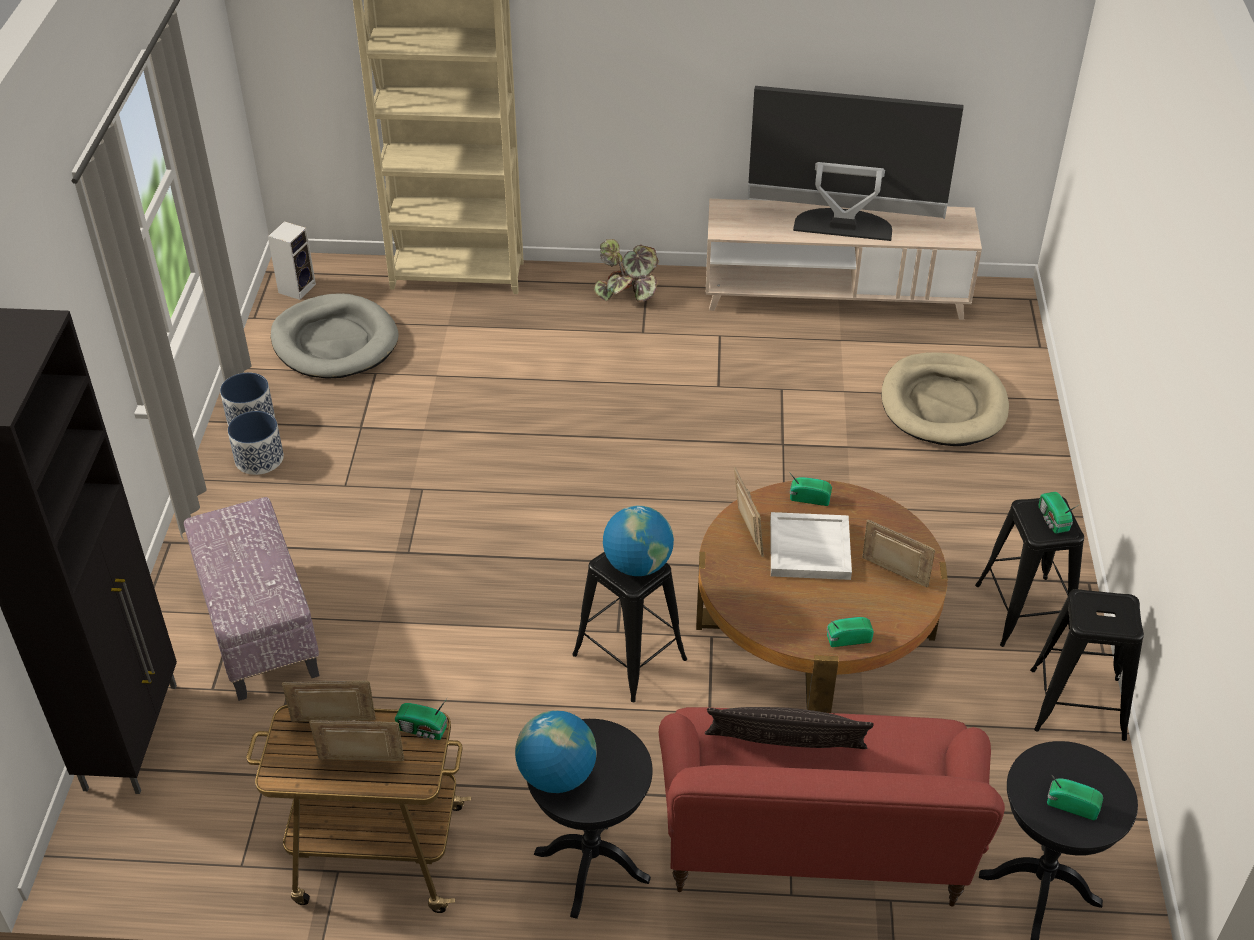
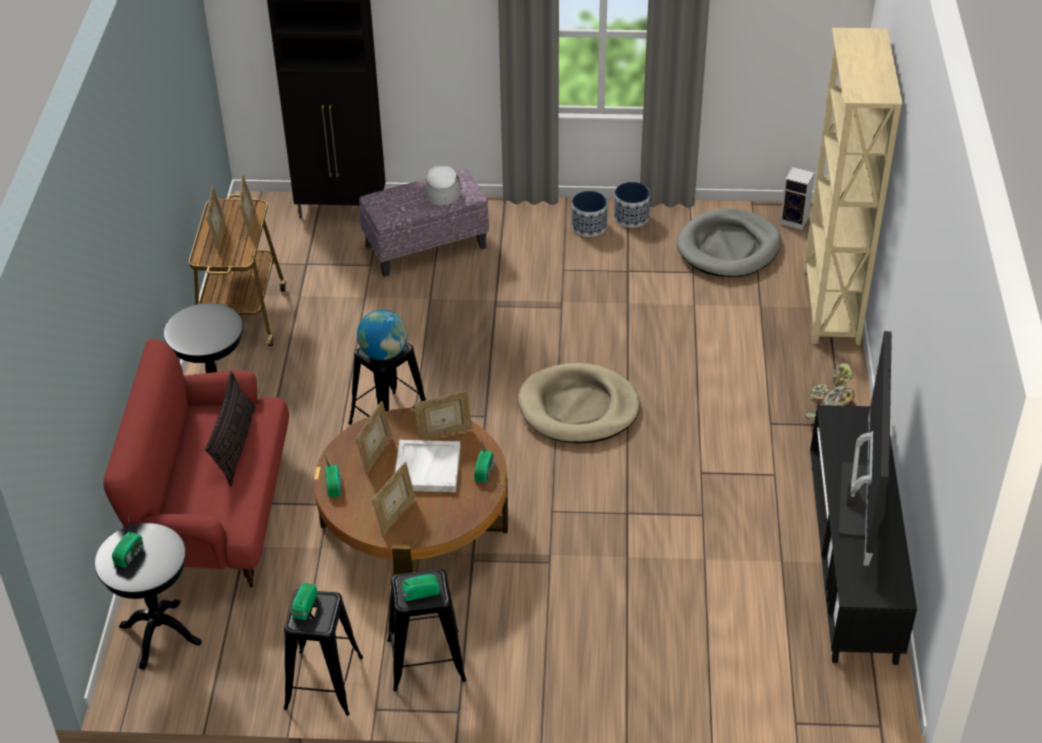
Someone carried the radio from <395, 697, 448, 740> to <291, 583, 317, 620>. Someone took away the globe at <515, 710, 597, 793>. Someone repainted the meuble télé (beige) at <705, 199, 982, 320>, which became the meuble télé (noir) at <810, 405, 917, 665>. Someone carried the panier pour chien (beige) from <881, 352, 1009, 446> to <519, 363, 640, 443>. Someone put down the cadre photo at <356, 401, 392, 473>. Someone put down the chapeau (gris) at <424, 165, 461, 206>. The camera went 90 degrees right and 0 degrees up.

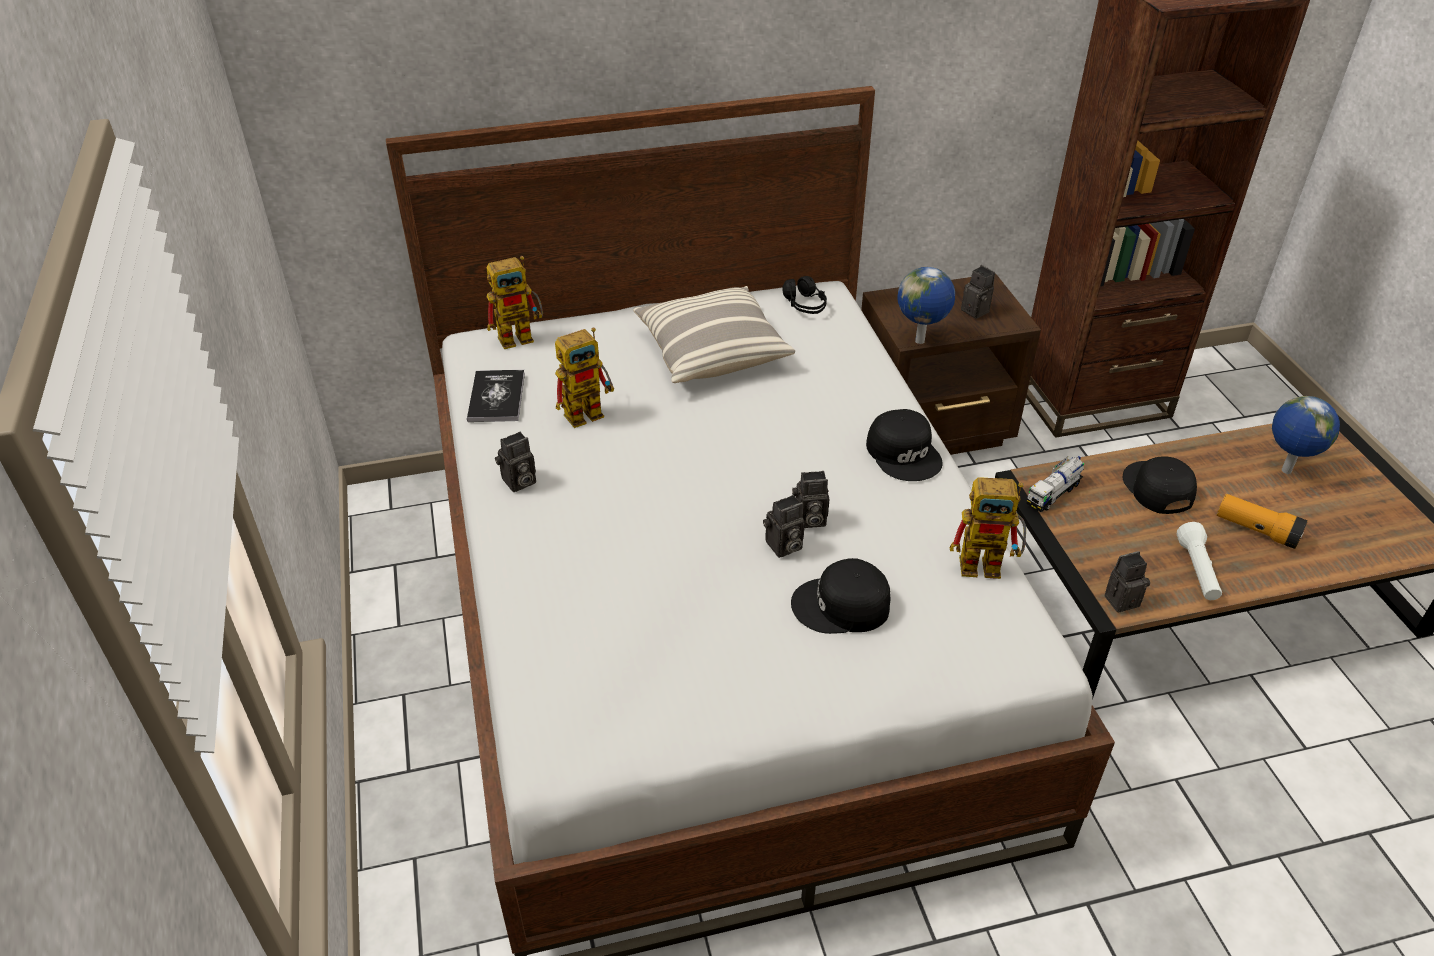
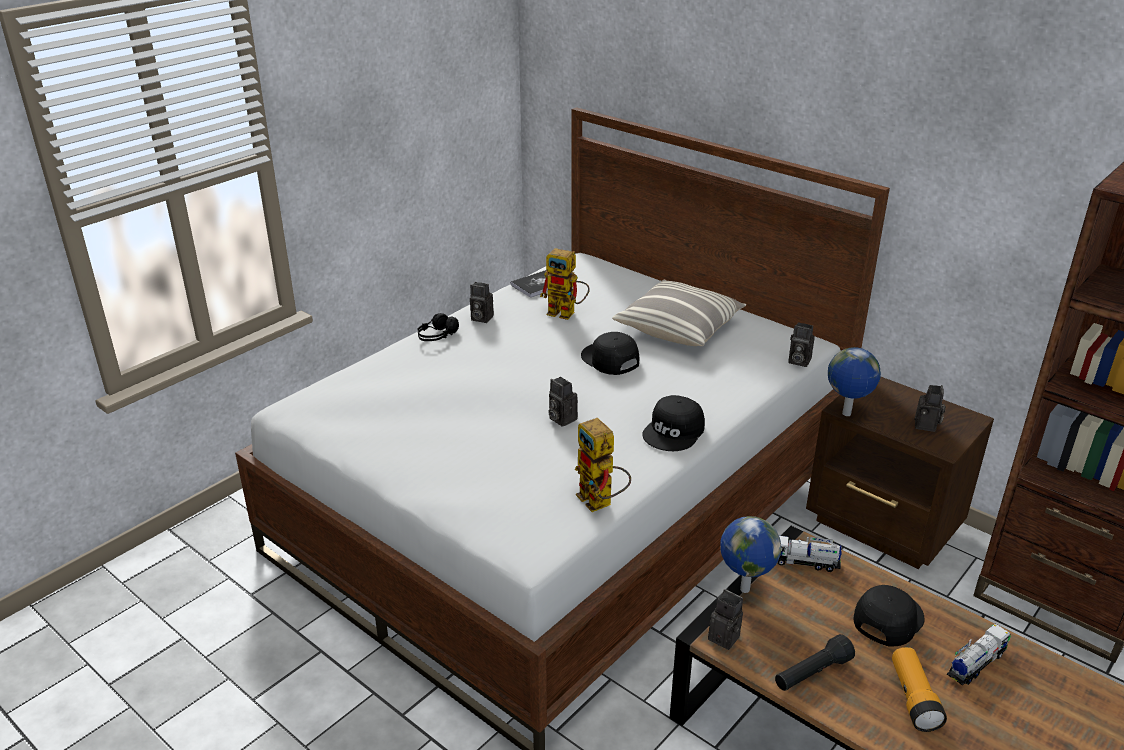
Someone took away the robot jouet at <487, 256, 543, 349>. Someone carried the appareil photo from <763, 495, 805, 558> to <788, 322, 815, 367>. Someone carried the casque audio (noir) from <783, 276, 827, 314> to <418, 313, 459, 341>. Someone carried the casquette (noir) from <791, 558, 890, 634> to <581, 332, 640, 375>. Someone repainted the lampe de poche (blanc) at <1177, 522, 1222, 600>, which became the lampe de poche (noir) at <775, 634, 855, 691>. Someone carried the globe from <1272, 396, 1340, 474> to <721, 516, 781, 593>. Someone put down the camion jouet at <947, 624, 1011, 685>. The camera went 55 degrees right and 10 degrees down.

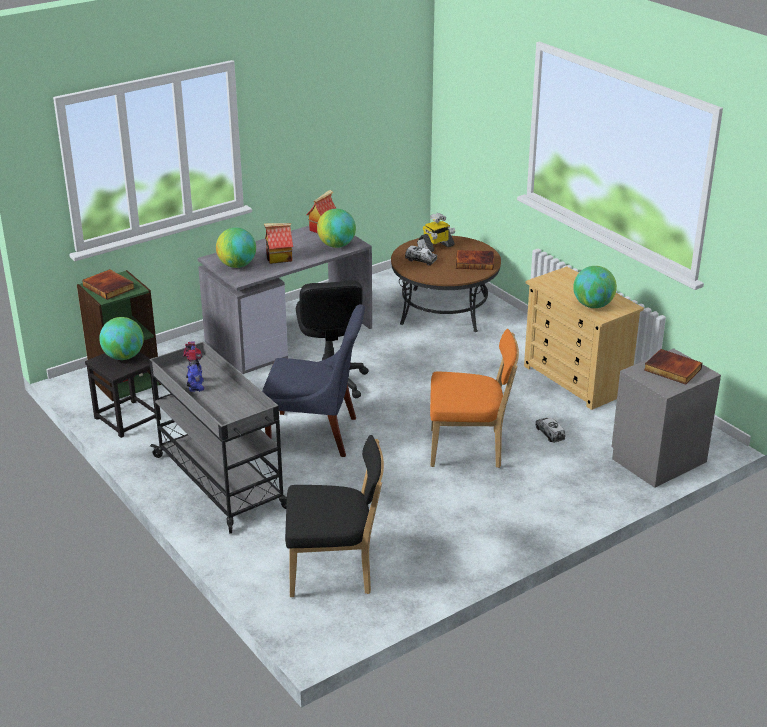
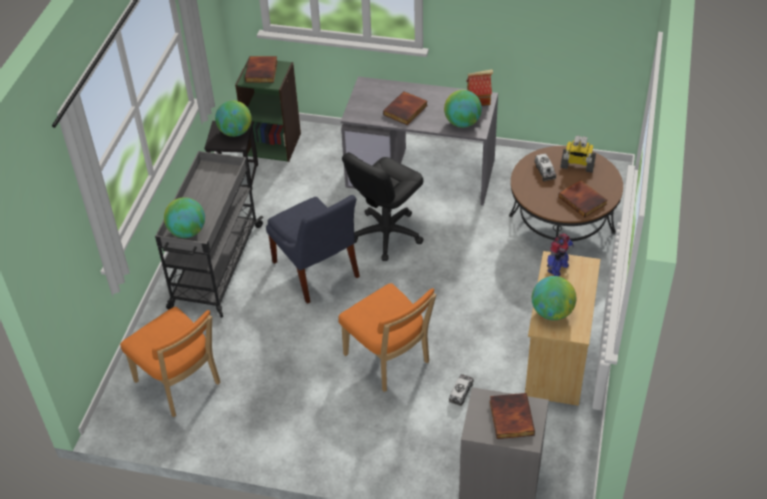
Someone carried the robot jouet from <183, 342, 204, 392> to <547, 233, 574, 276>. Someone carried the globe from <216, 227, 256, 268> to <164, 197, 205, 238>. Someone swapped the maison miniature at <264, 223, 293, 264> for the livre at <383, 91, 428, 125>. Someone repainted the chaise (noir) at <285, 435, 384, 597>, which became the chaise (orange) at <120, 307, 220, 417>. The camera went 50 degrees right and 15 degrees up.

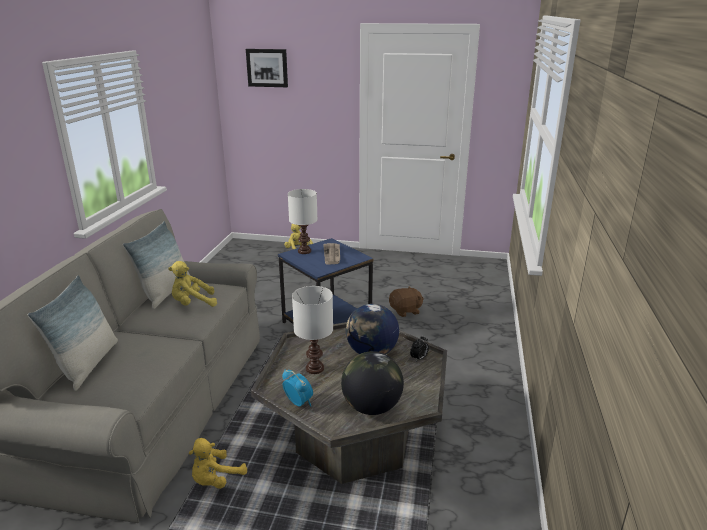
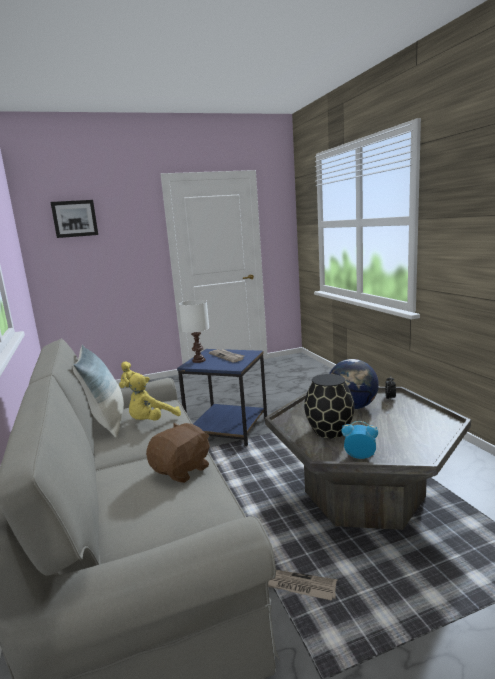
Someone took away the coussin at <28, 275, 118, 391>. Someone swapped the peluche (jaune) at <188, 438, 247, 489> for the journal at <268, 570, 338, 601>. Someone swapped the lampe de table (blanc) at <292, 286, 333, 374> for the vase (noir) at <304, 374, 355, 438>. Someone took away the globe at <341, 351, 404, 415>. Someone carried the peluche (marron) from <389, 286, 424, 317> to <146, 423, 210, 483>. The camera went 30 degrees left and 10 degrees down.

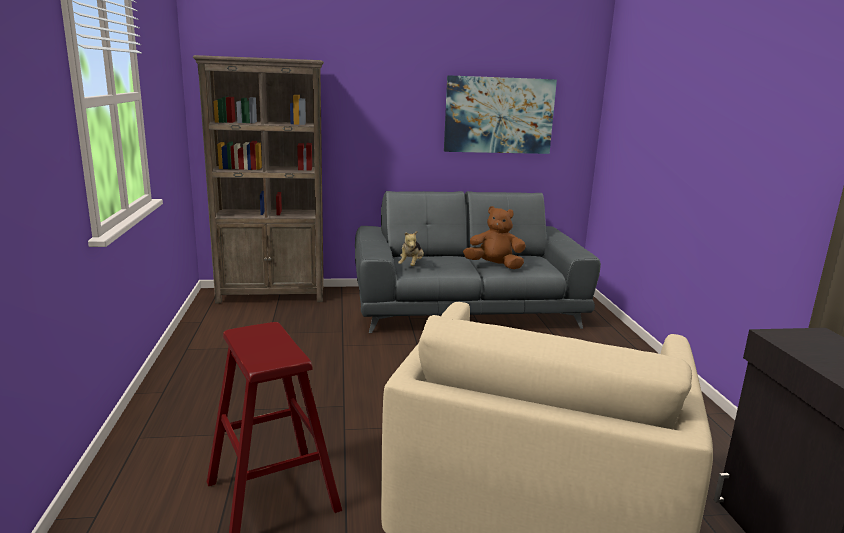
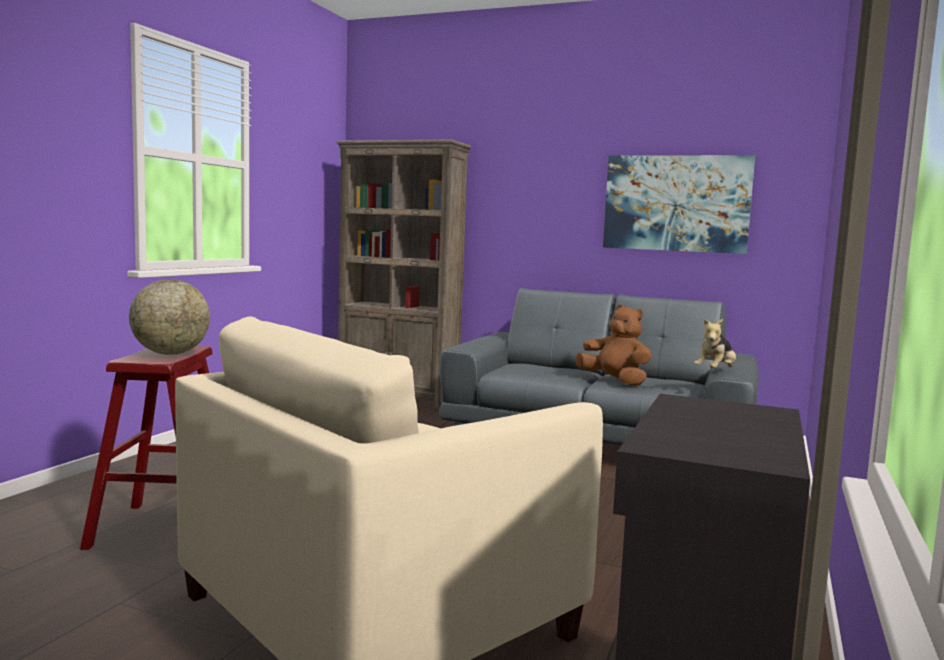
Someone carried the peluche from <398, 231, 424, 266> to <694, 319, 736, 368>. Someone put down the globe at <129, 279, 210, 355>. The camera went 30 degrees right and 10 degrees down.

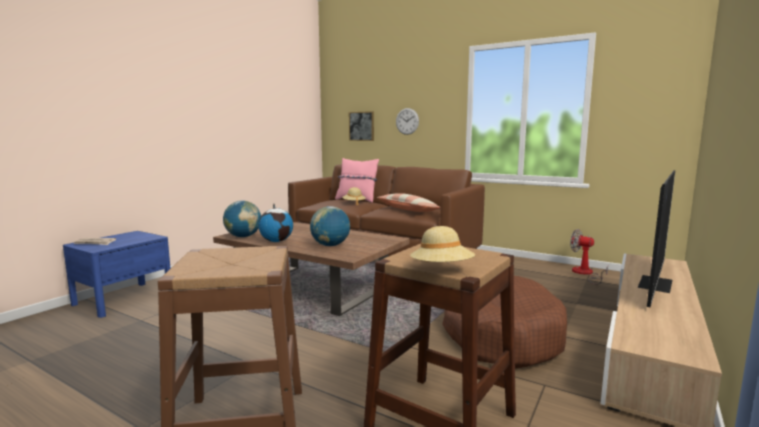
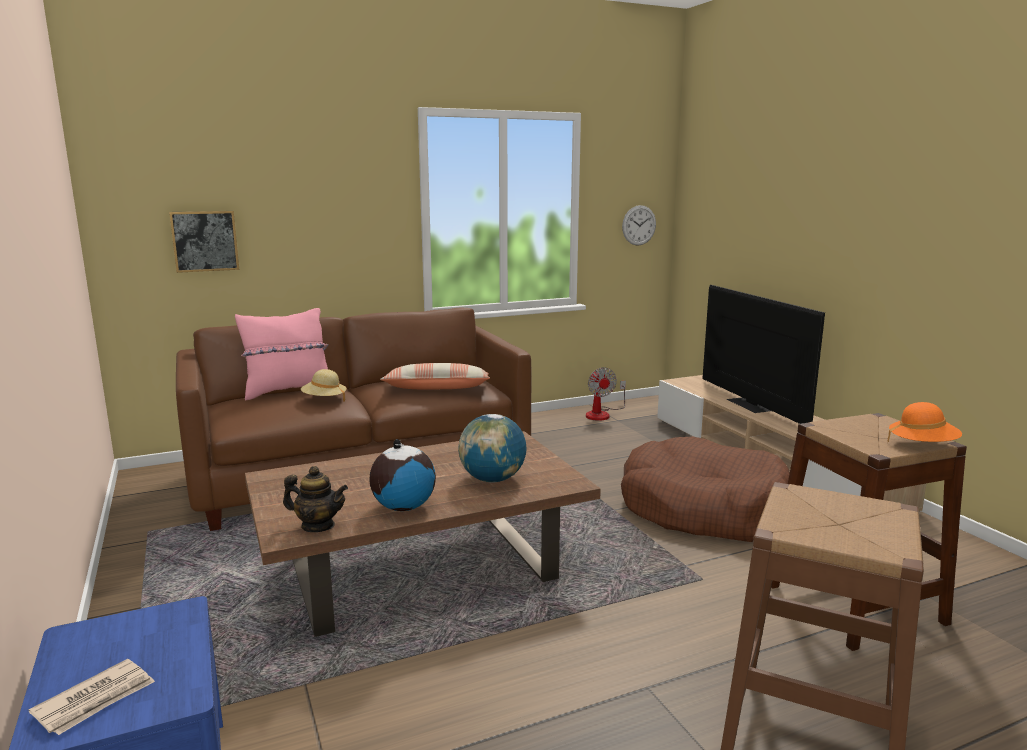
Someone swapped the globe at <223, 200, 261, 237> for the théière at <283, 466, 348, 532>. Someone carried the horloge murale from <396, 108, 419, 135> to <622, 205, 656, 246>. Someone repainted the chapeau (beige) at <410, 226, 475, 262>, which became the chapeau (orange) at <888, 402, 962, 442>. Someone rotated the ventilateur at <570, 229, 608, 285> by 90 degrees counterclockwise. The camera went 55 degrees left and 5 degrees up.

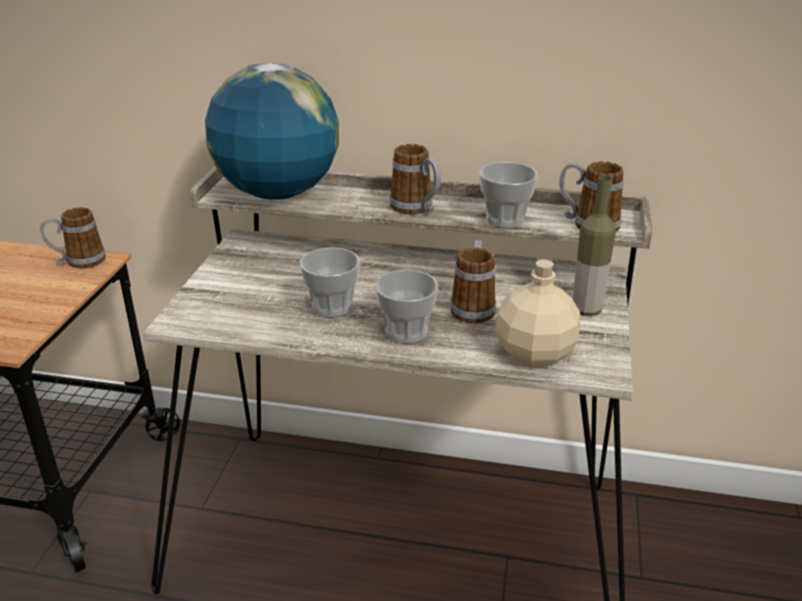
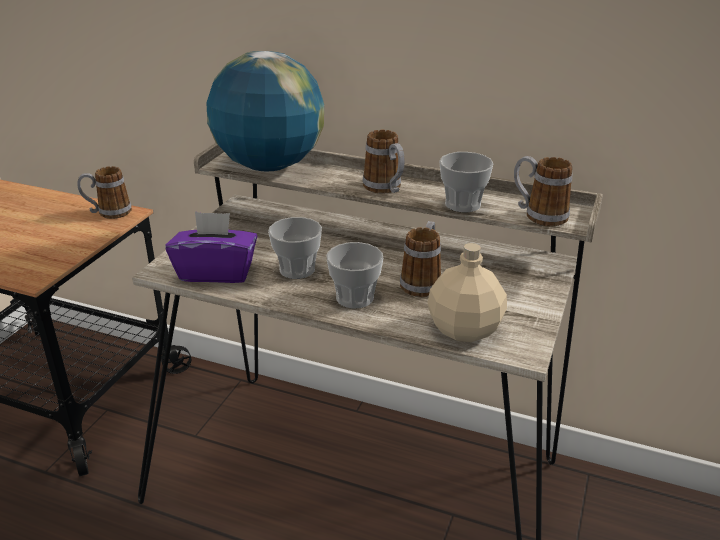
Someone took away the bouteille at <573, 175, 616, 316>. Someone put down the boîte à mouchoirs (violet) at <165, 212, 257, 283>. The camera went 10 degrees right and 0 degrees up.

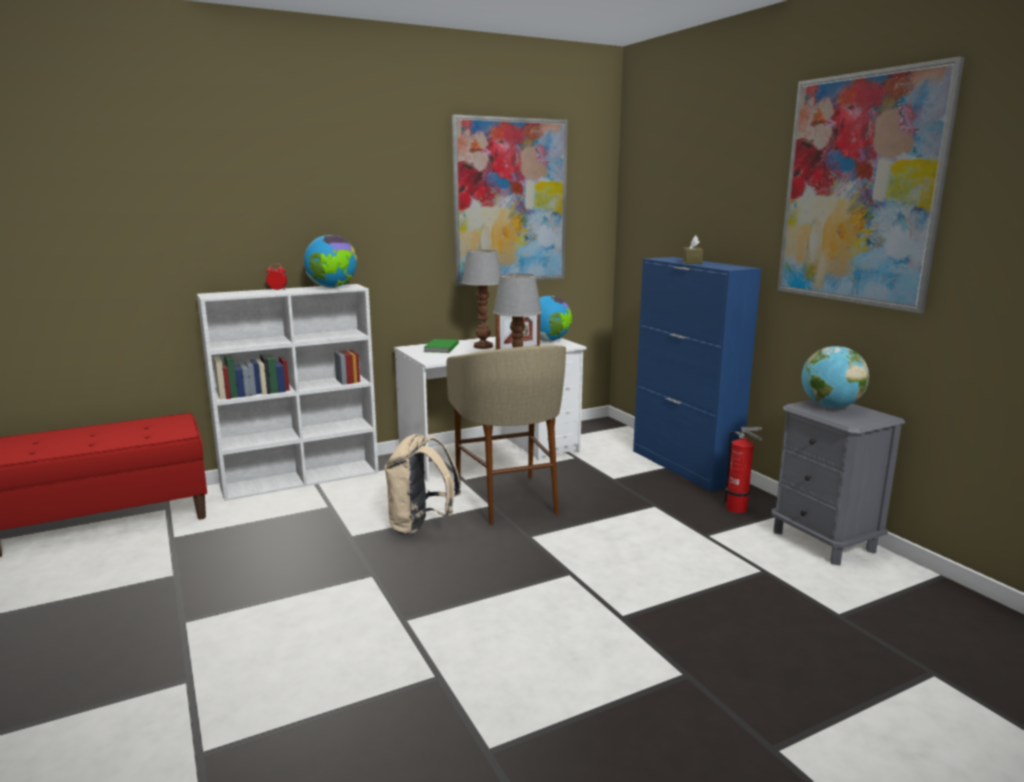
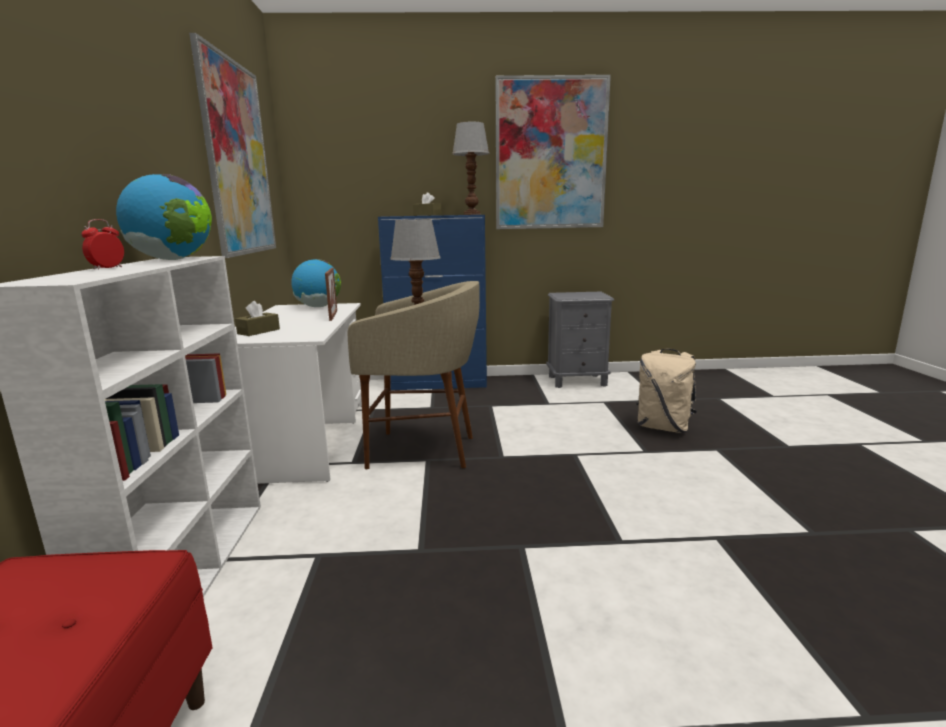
Someone carried the sac à dos (beige) from <384, 434, 461, 536> to <637, 348, 697, 433>. Someone swapped the livre (vert) at <423, 339, 459, 353> for the boîte à mouchoirs (marron) at <235, 301, 280, 336>. Someone carried the lampe de table from <462, 250, 502, 349> to <452, 122, 490, 215>. Someone took away the extincteur at <724, 427, 762, 513>. Someone took away the globe at <801, 346, 869, 408>. The camera went 65 degrees left and 0 degrees up.

